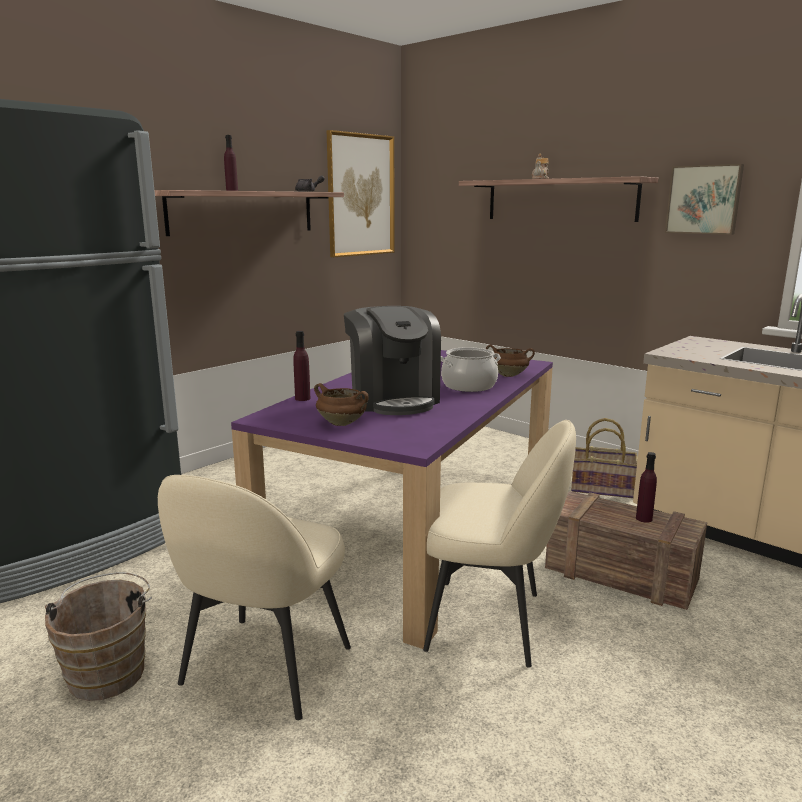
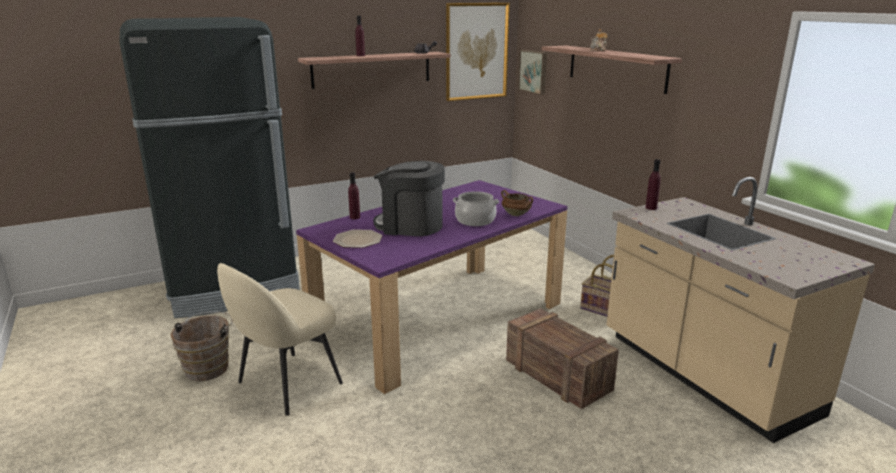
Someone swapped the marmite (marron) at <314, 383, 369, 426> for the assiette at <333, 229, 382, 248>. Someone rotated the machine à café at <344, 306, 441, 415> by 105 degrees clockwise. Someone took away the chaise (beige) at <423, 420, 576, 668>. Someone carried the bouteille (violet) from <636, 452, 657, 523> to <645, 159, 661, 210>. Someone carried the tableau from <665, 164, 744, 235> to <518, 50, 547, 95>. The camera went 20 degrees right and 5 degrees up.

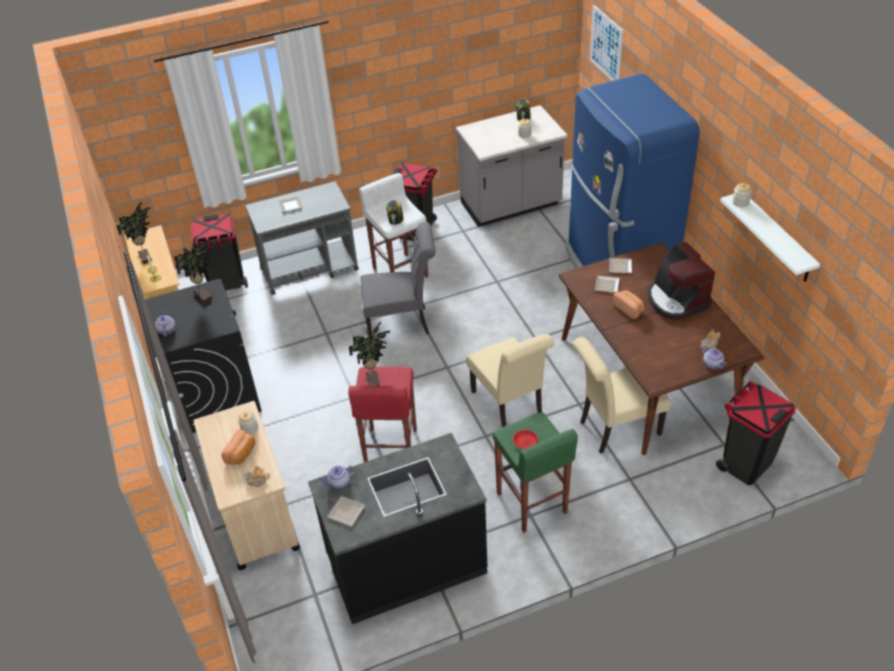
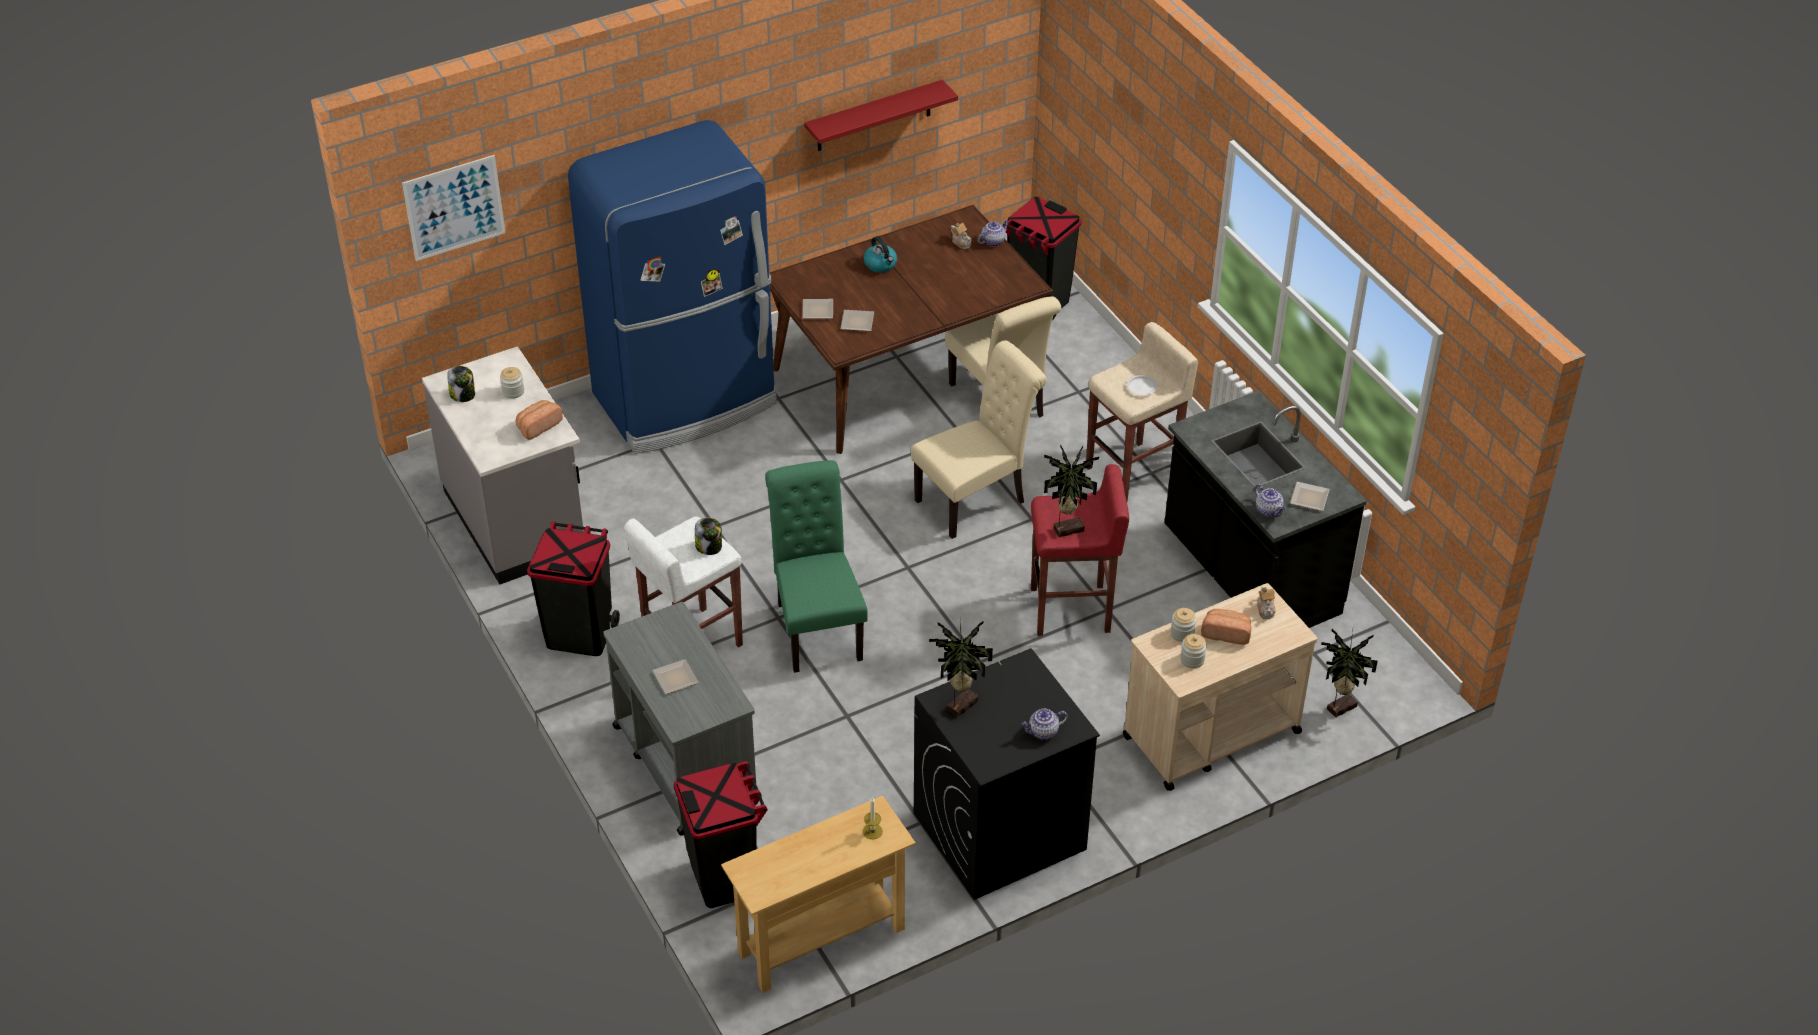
Someone carried the plante en pot from <117, 202, 152, 264> to <1321, 629, 1378, 718>. Someone repainted the chaise (gris) at <360, 222, 435, 336>, which became the chaise (vert) at <765, 460, 868, 673>. Someone repainted the tabouret (vert) at <492, 412, 578, 533>, which became the tabouret (beige) at <1086, 322, 1198, 502>. Someone repainted the assiette (rouge) at <513, 430, 538, 449>, which became the assiette (blanc) at <1127, 375, 1157, 395>. Someone carried the pain from <612, 290, 645, 319> to <516, 400, 563, 440>. Someone swapped the machine à café at <648, 242, 715, 319> for the bouilloire at <864, 236, 897, 273>. Someone repainted the étagère (blanc) at <720, 194, 820, 282>, which became the étagère (rouge) at <804, 80, 958, 151>. Someone carried the bocal from <732, 183, 752, 207> to <1180, 634, 1207, 668>. The camera went 100 degrees left and 0 degrees up.

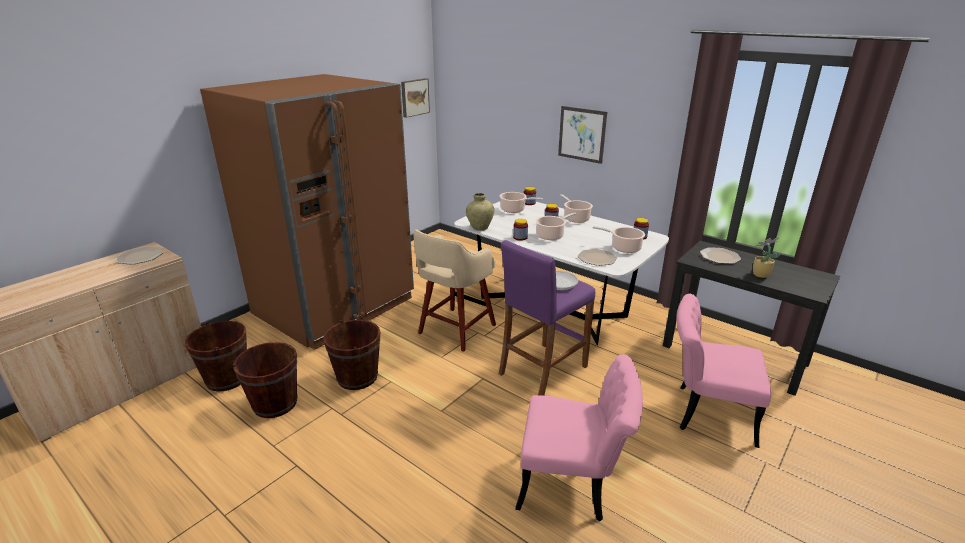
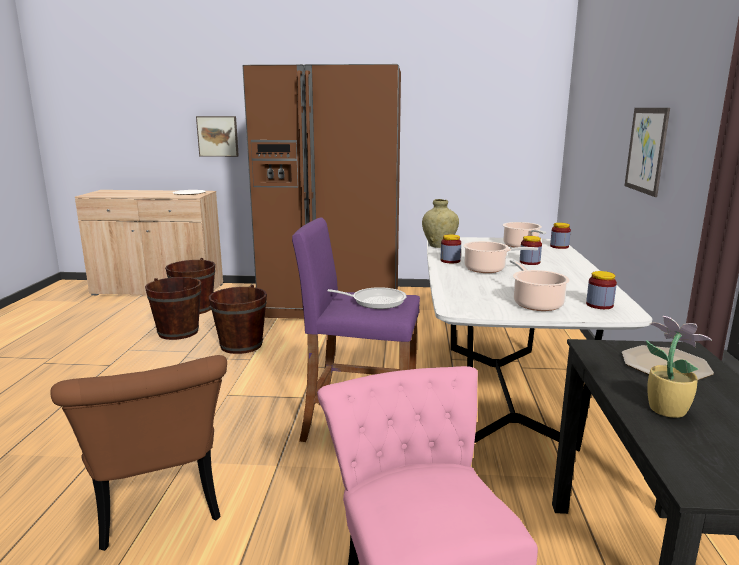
Someone carried the tableau from <401, 78, 430, 118> to <196, 116, 239, 157>. Someone took away the tabouret (beige) at <413, 230, 496, 352>. Someone repainted the chaise (rose) at <515, 354, 643, 522>, which became the chaise (marron) at <50, 355, 227, 551>. Someone took away the marmite at <560, 194, 593, 223>. Someone took away the assiette at <578, 249, 617, 266>. The camera went 55 degrees right and 10 degrees down.

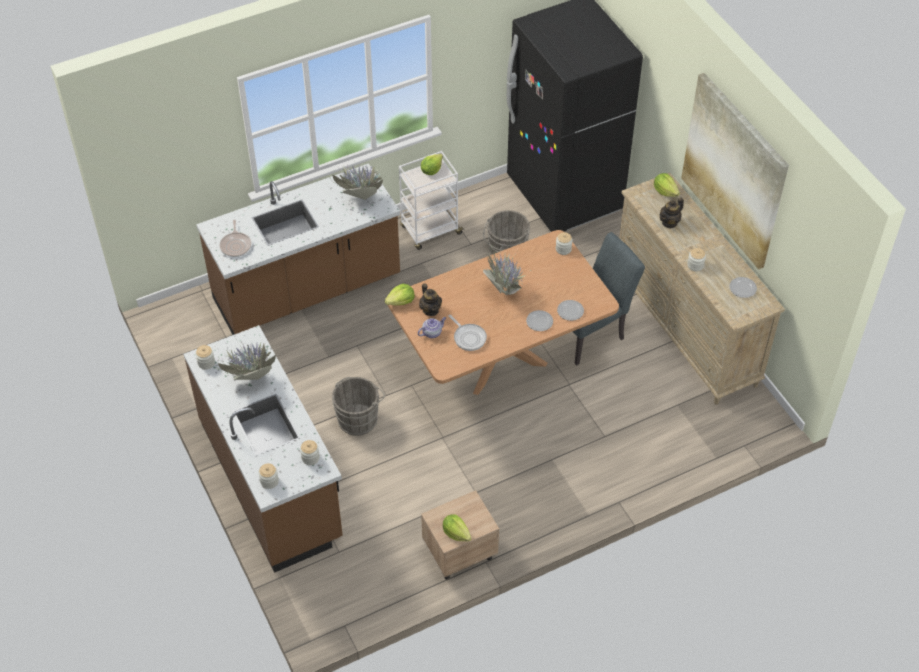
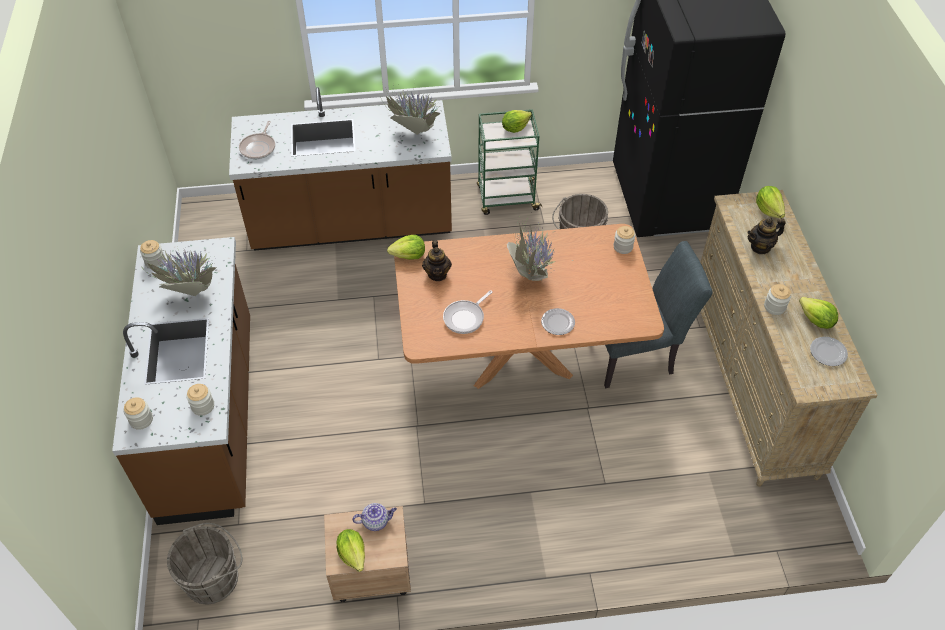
Someone carried the seau (gris) from <332, 377, 385, 436> to <167, 523, 242, 604>. Someone repainted the chariot (blanc) at <399, 151, 464, 250>, which became the chariot (vert) at <477, 109, 542, 215>. Someone carried the théière from <418, 317, 446, 338> to <352, 503, 397, 531>. Someone rotated the poêle at <449, 315, 487, 351> by 60 degrees clockwise. Someone took away the assiette at <557, 300, 584, 321>. Someone took away the tableau at <681, 73, 789, 269>. Someone put down the laitue at <799, 297, 838, 329>. The camera went 20 degrees right and 0 degrees up.

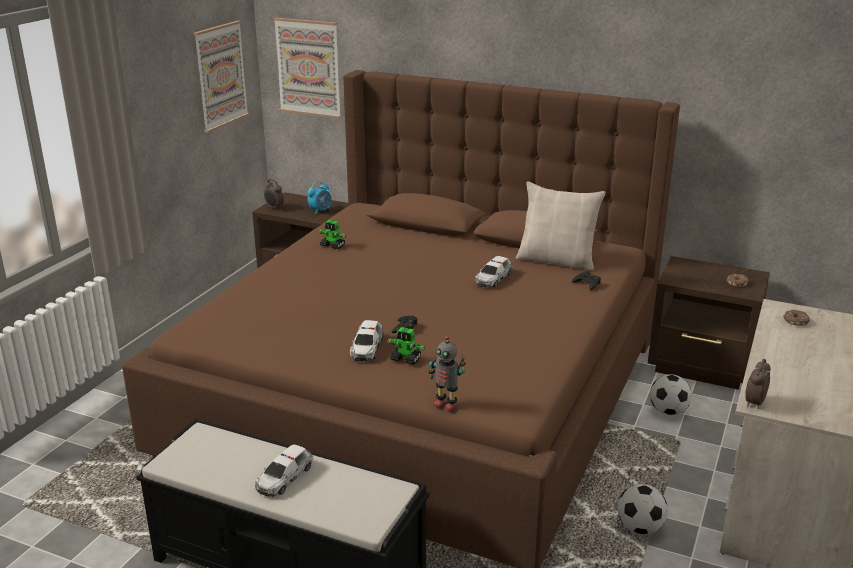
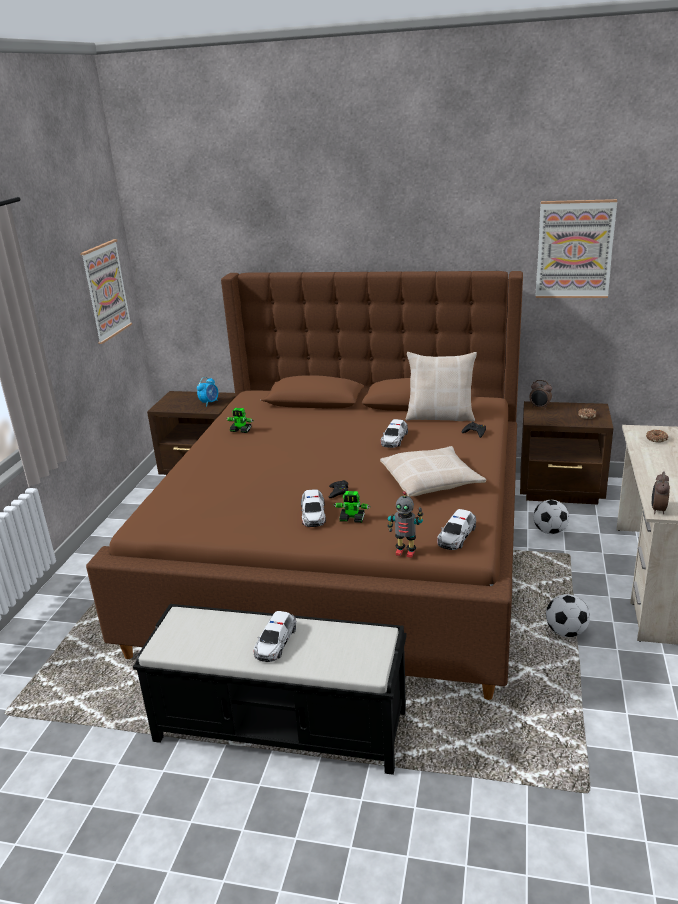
Someone carried the réveil from <264, 179, 284, 210> to <529, 380, 552, 409>. Someone carried the tableau from <274, 18, 341, 118> to <535, 199, 617, 298>. Someone put down the coussin (beige) at <380, 446, 486, 497>. Someone put down the petite voiture at <437, 509, 476, 550>. The camera went 10 degrees left and 0 degrees up.

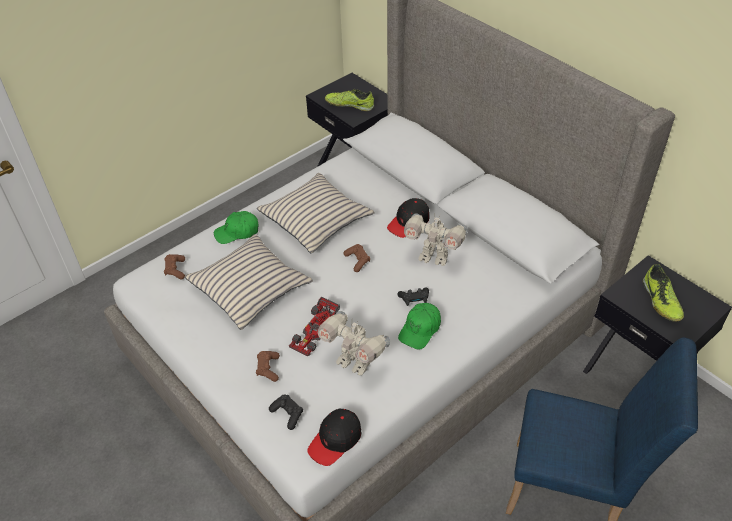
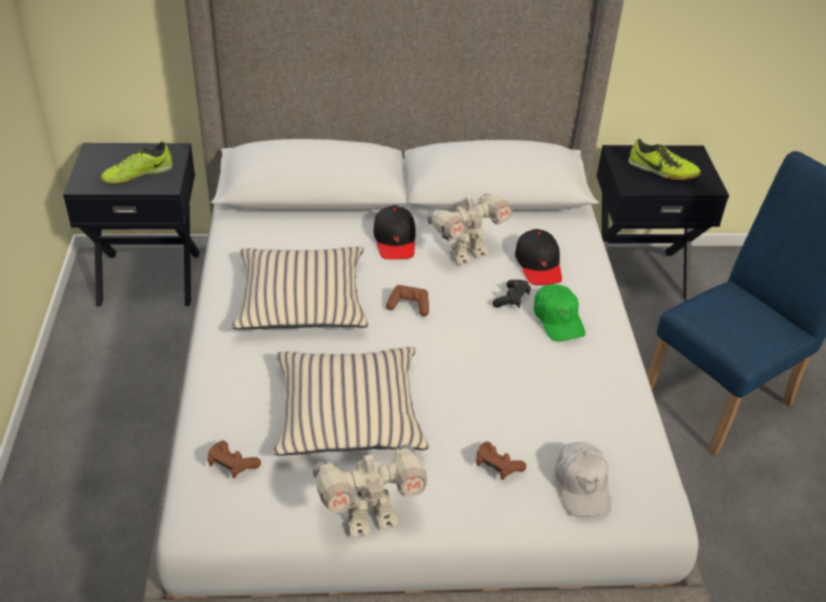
Someone took away the casquette (vert) at <214, 211, 258, 244>. Someone swapped the manette (noir) at <269, 394, 303, 430> for the casquette (blanc) at <555, 442, 611, 517>. Someone took away the petite voiture at <289, 297, 340, 356>. Someone carried the casquette (noir) from <307, 409, 361, 466> to <515, 229, 562, 285>. Someone carried the robot jouet from <318, 311, 390, 375> to <313, 444, 427, 537>. The camera went 55 degrees left and 5 degrees down.

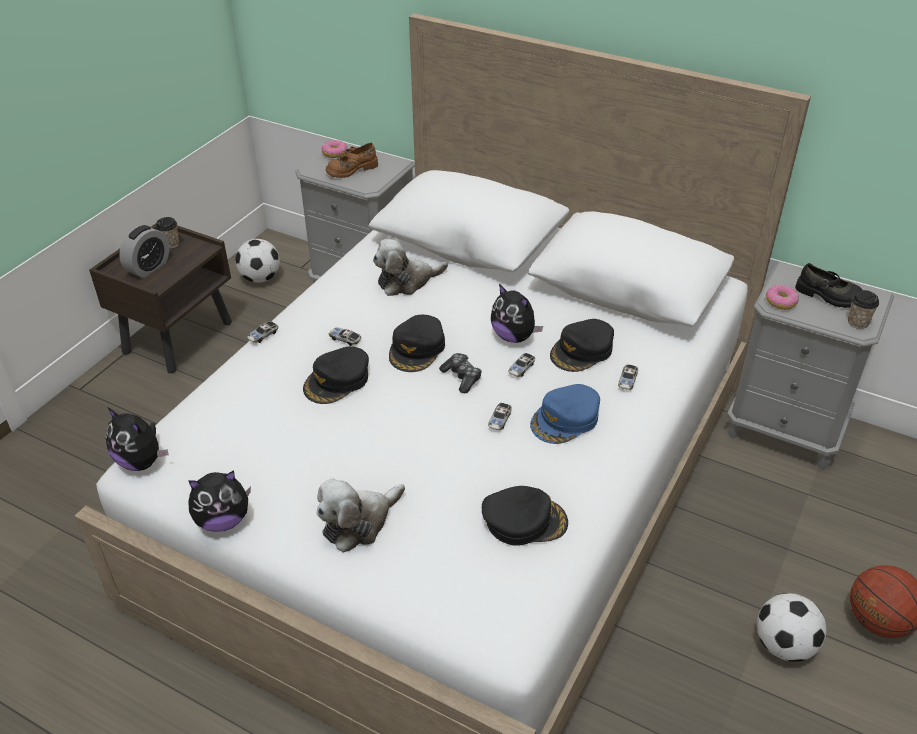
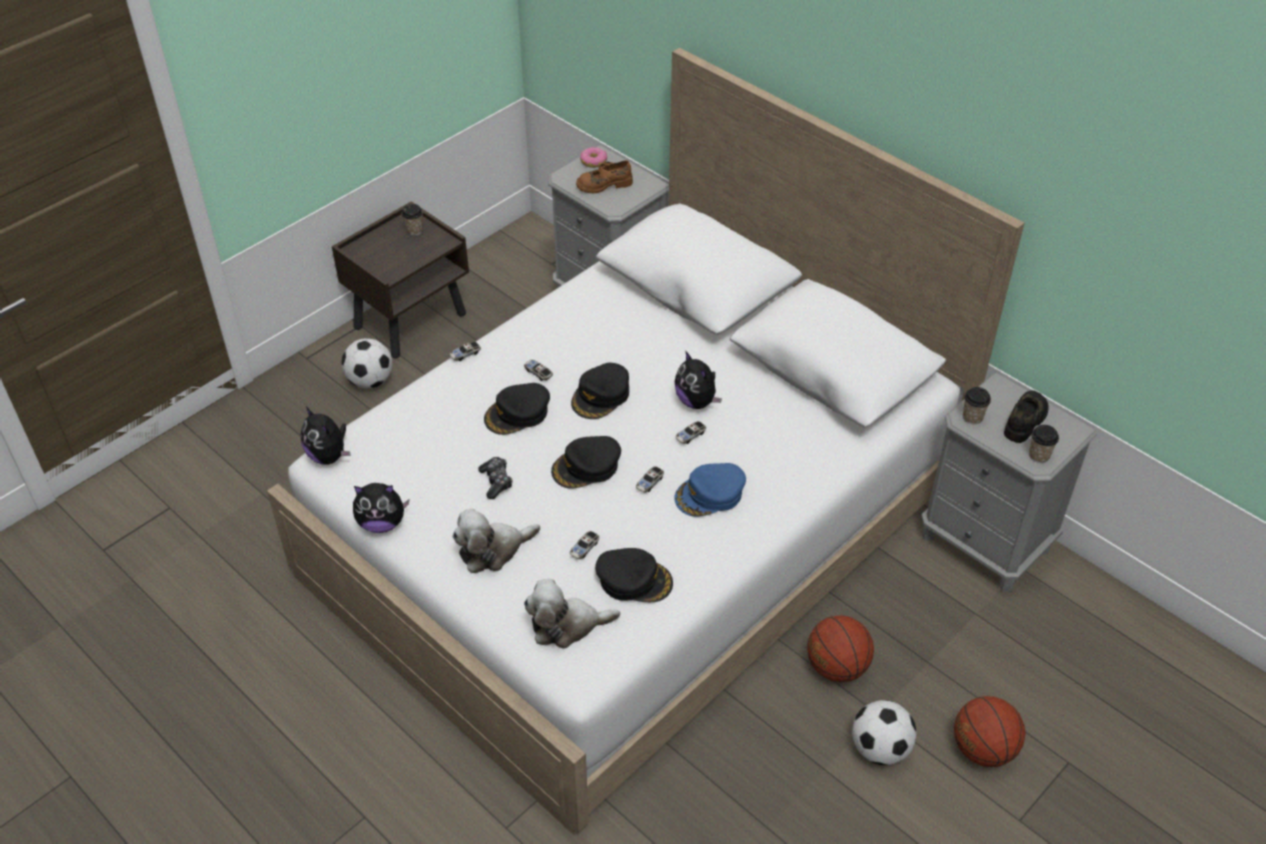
Someone took away the réveil at <119, 225, 170, 278>. Someone carried the ballon de foot from <235, 239, 280, 283> to <341, 338, 393, 388>. Someone carried the peluche from <373, 239, 448, 296> to <524, 579, 620, 649>. Someone carried the manette from <439, 353, 482, 393> to <479, 457, 512, 499>. Someone carried the casquette (noir) from <550, 319, 614, 372> to <551, 436, 621, 488>. Someone carried the petite voiture from <618, 364, 638, 390> to <570, 531, 599, 559>. Someone swapped the beignet at <766, 284, 799, 310> for the tasse at <963, 387, 991, 425>. Someone rotated the chaussure (noir) at <795, 263, 862, 308> by 105 degrees counterclockwise. Someone put down the ballon de basket at <807, 615, 874, 682>. The camera went 15 degrees right and 5 degrees up.

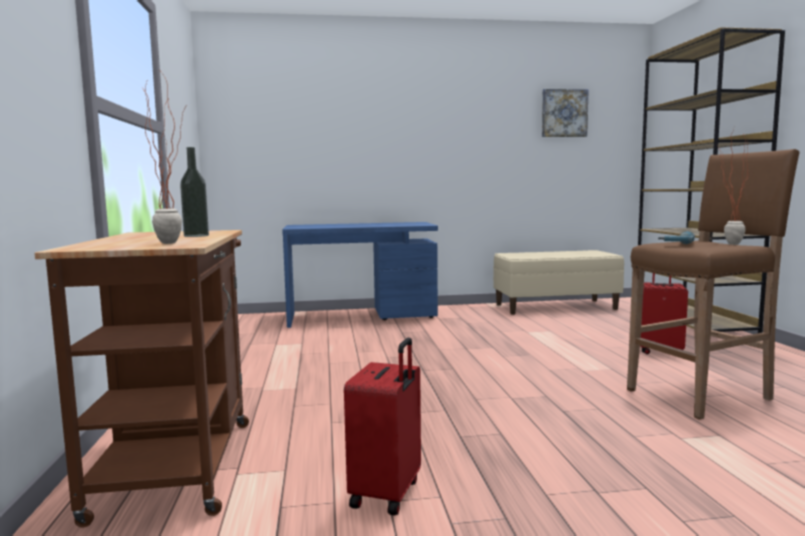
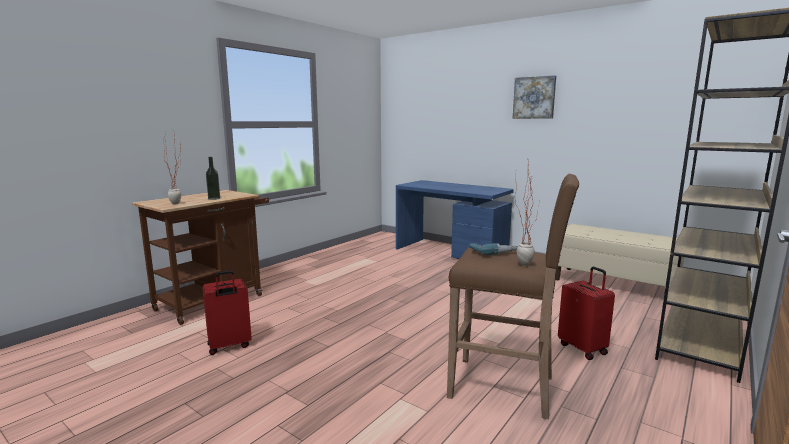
Someone carried the tableau from <542, 89, 589, 137> to <513, 75, 556, 119>. The camera went 45 degrees right and 5 degrees up.

